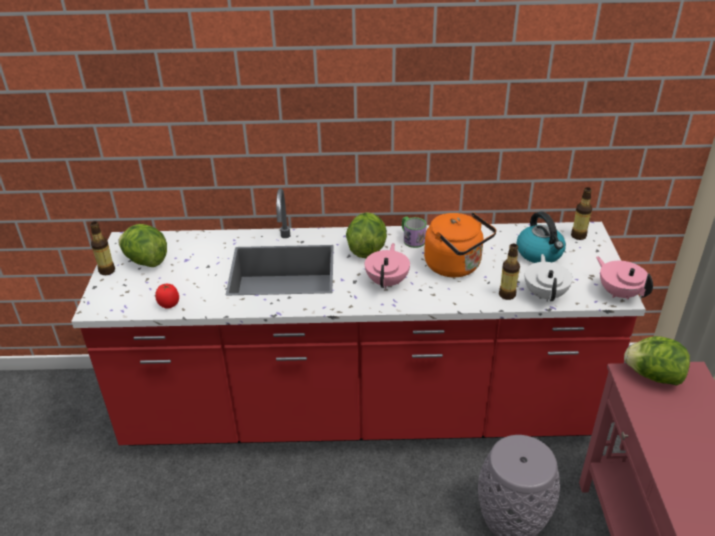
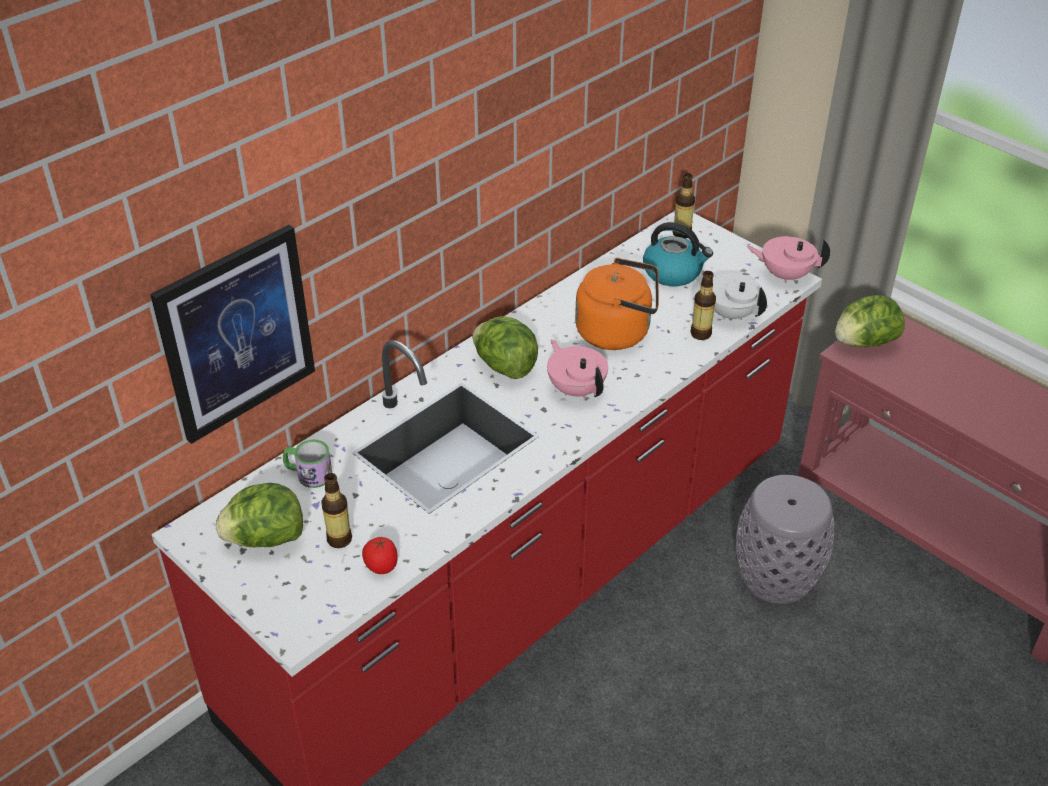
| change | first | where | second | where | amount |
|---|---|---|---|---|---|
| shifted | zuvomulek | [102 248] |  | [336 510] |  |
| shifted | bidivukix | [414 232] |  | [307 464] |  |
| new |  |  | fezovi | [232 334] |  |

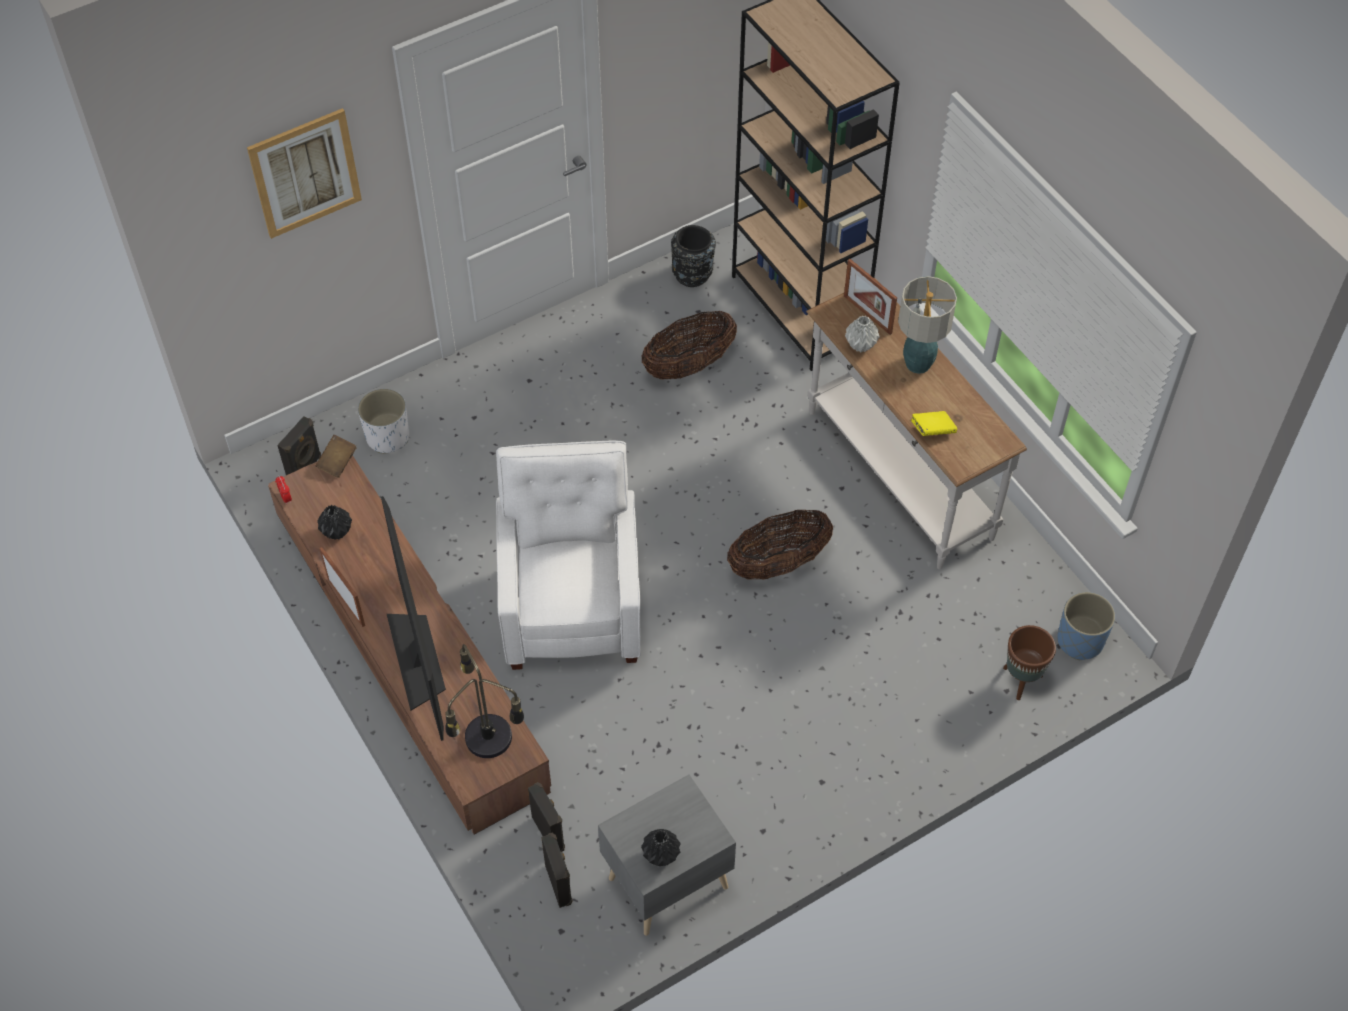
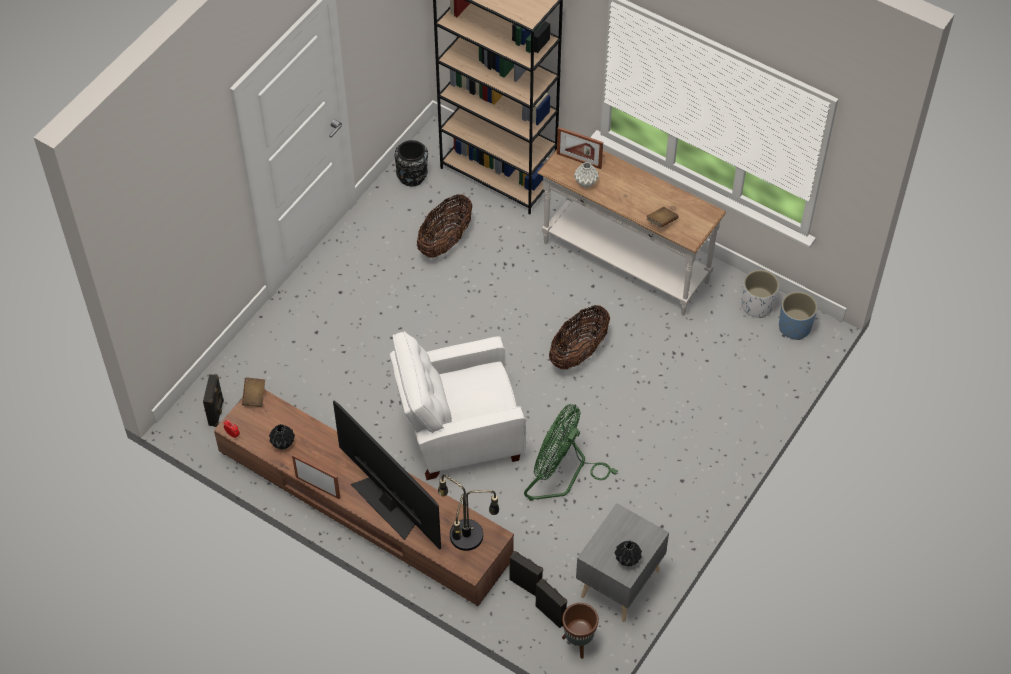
| change | first | where | second | where | amount |
|---|---|---|---|---|---|
| gone | fezovi | [304 173] |  |  |  |
| shifted | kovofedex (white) | [383 421] |  | [760 294] |  |
| rotated | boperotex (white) | [568 555] |  | [458 405] | 75 degrees counterclockwise |
| gone | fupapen | [927 325] |  |  |  |
| repainted | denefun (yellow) | [934 423] | denefun (brown) | [663 217] |  |
| shifted | kovofedex (brown) | [1029 662] |  | [580 631] |  |
| new |  |  | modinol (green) | [571 452] |  |

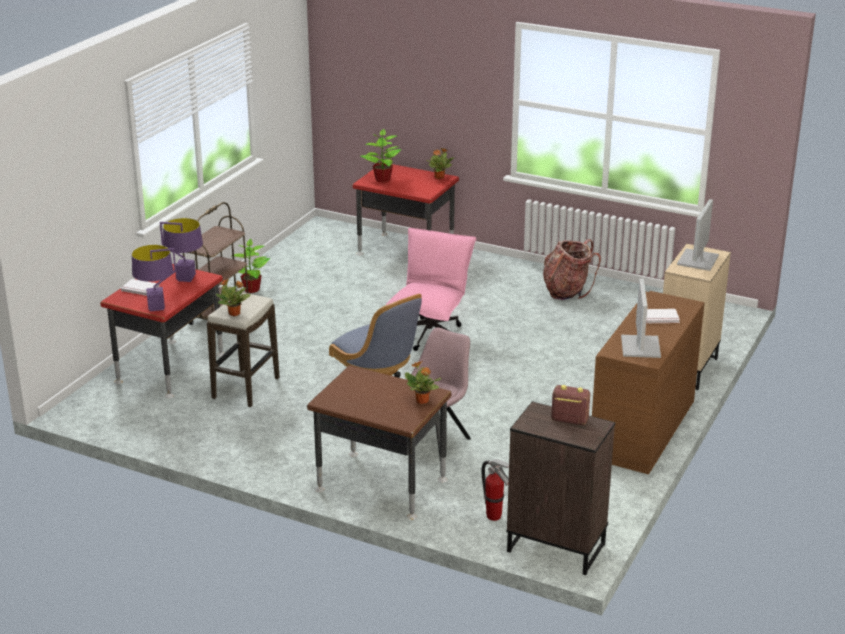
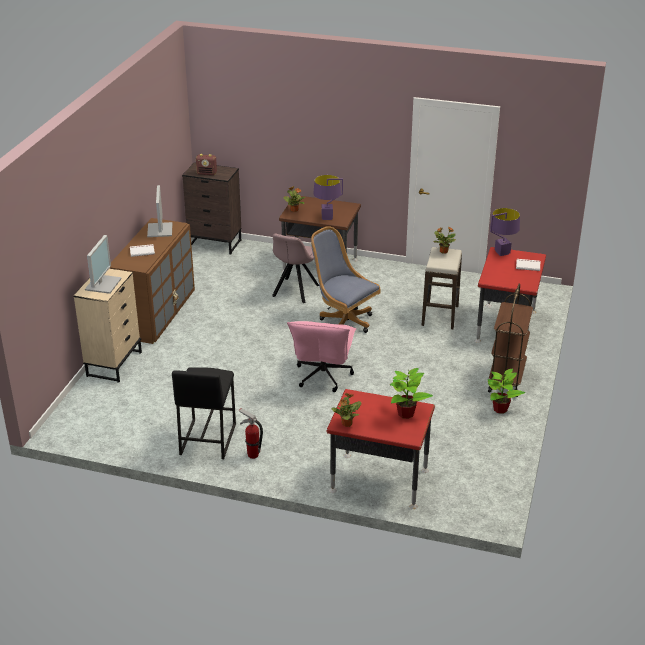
| change | first | where | second | where | amount |
|---|---|---|---|---|---|
| shifted | fupapen (purple) | [181 250] |  | [328 197] |  |
| shifted | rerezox | [495 490] |  | [250 433] |  |
| swapped | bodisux | [572 269] | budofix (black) | [204 413] |  |

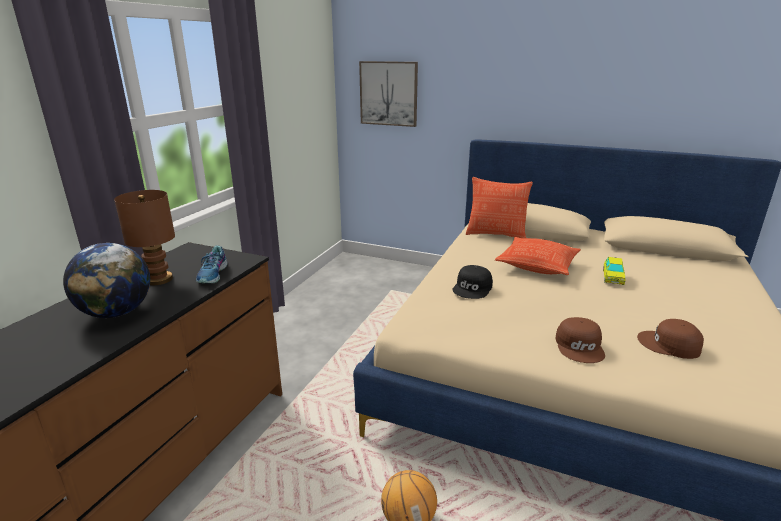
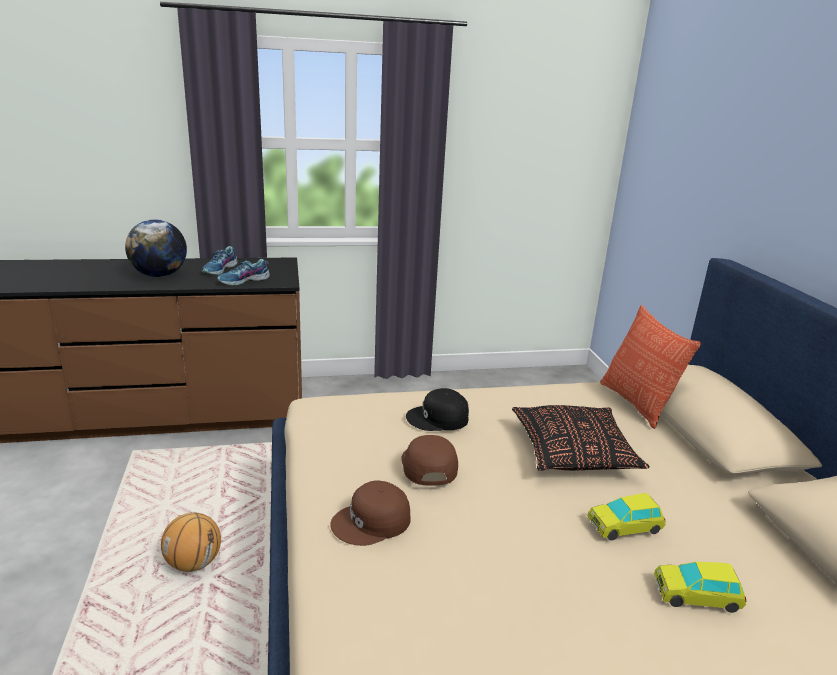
| change | first | where | second | where | amount |
|---|---|---|---|---|---|
| swapped | fupapen (brown) | [144 237] | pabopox | [220 260] |  |
| gone | fezovi | [388 94] |  |  |  |
| repainted | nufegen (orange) | [538 256] | nufegen (black) | [581 438] |  |
| shifted | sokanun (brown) | [670 339] |  | [429 460] |  |
| new |  |  | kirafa | [700 587] |  |

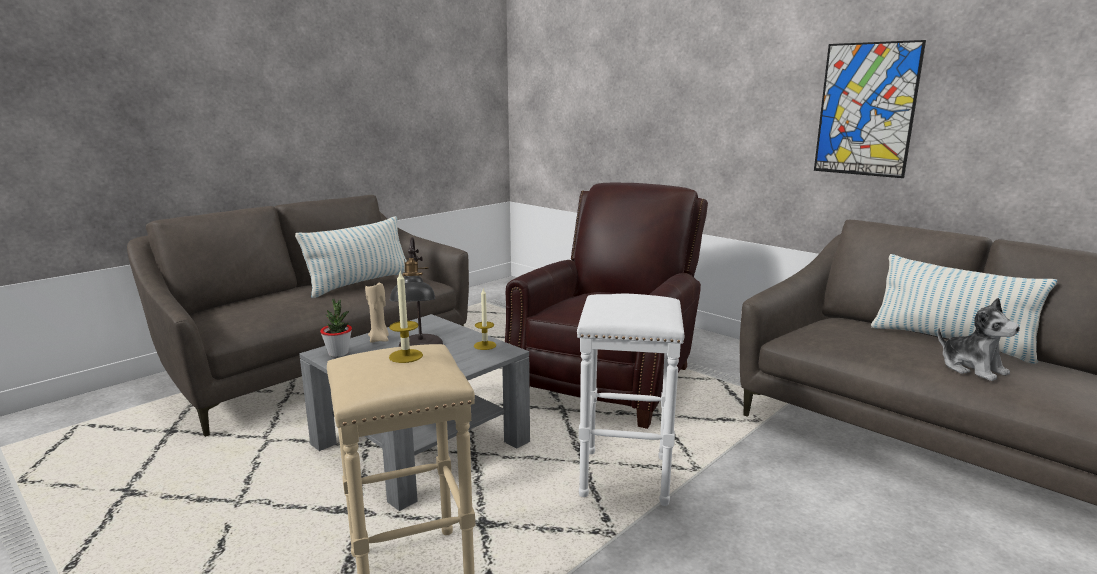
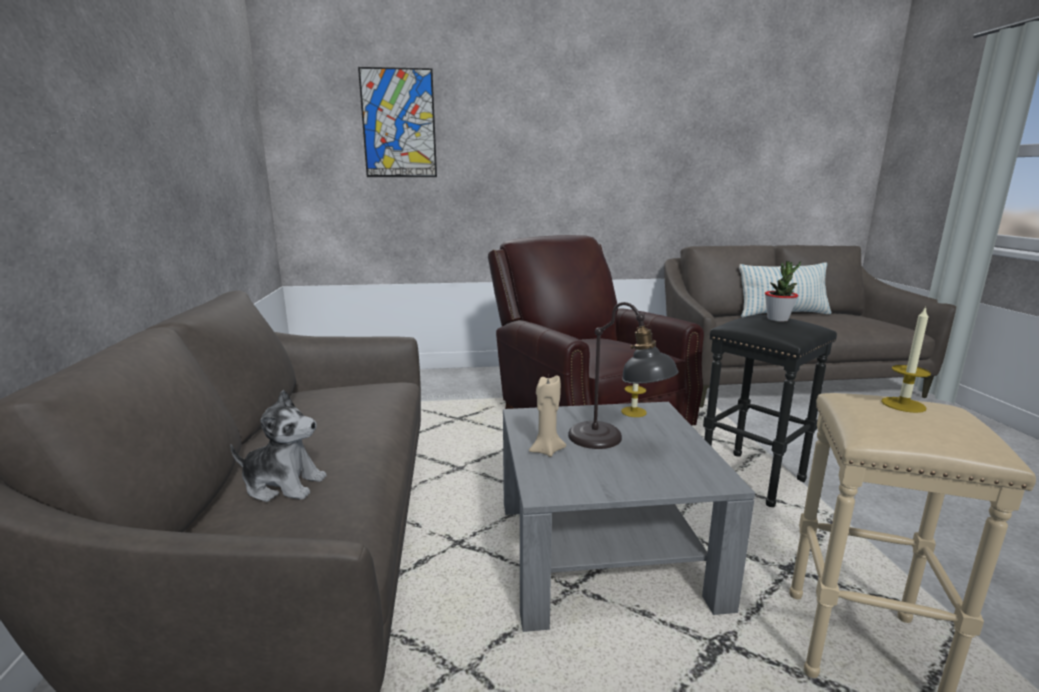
| change | first | where | second | where | amount |
|---|---|---|---|---|---|
| gone | nufegen | [351 257] |  |  |  |
| shifted | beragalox | [336 328] |  | [783 291] |  |
| repainted | budofix (white) | [631 400] | budofix (black) | [770 411] |  |
| shifted | fezovi | [870 109] |  | [397 122] |  |
| shifted | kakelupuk | [979 339] |  | [278 446] |  |

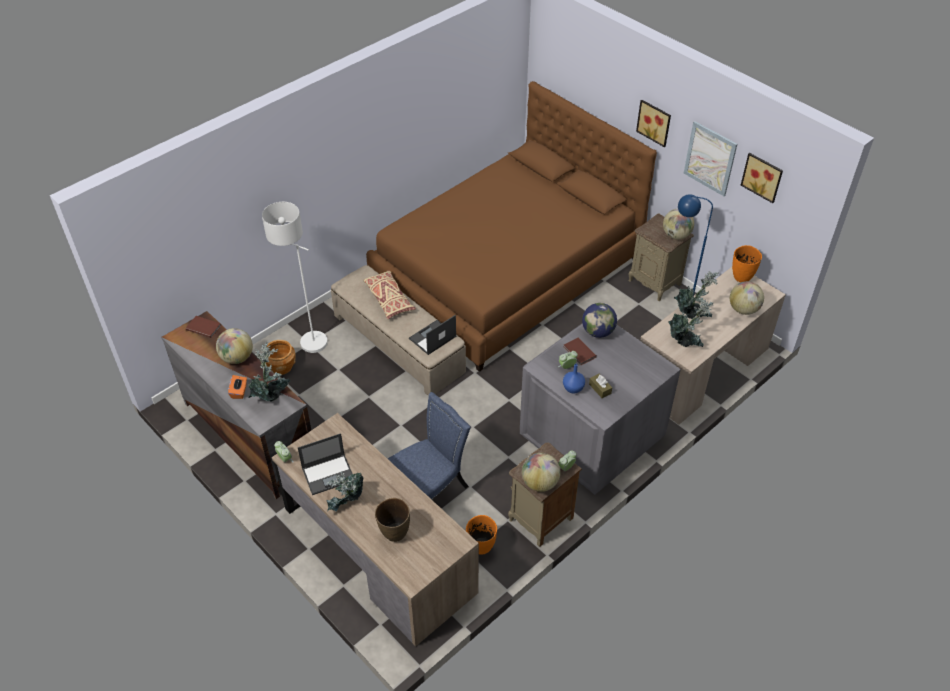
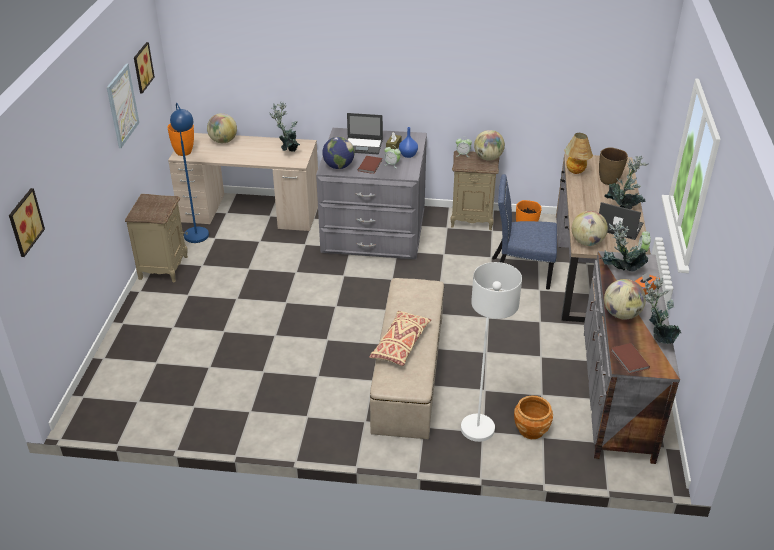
| change | first | where | second | where | amount |
|---|---|---|---|---|---|
| gone | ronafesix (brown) | [511 226] |  |  |  |
| shifted | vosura | [432 335] |  | [365 134] |  |
| shifted | fezovi | [653 123] |  | [27 222] |  |
| shifted | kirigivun | [678 224] |  | [590 228] |  |
| shifted | beragalox | [696 295] |  | [662 310] |  |
| new |  |  | fupapen | [579 153] |  |

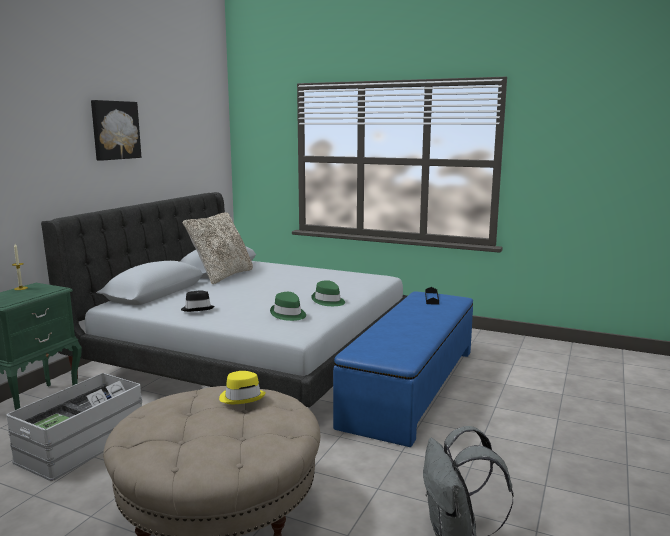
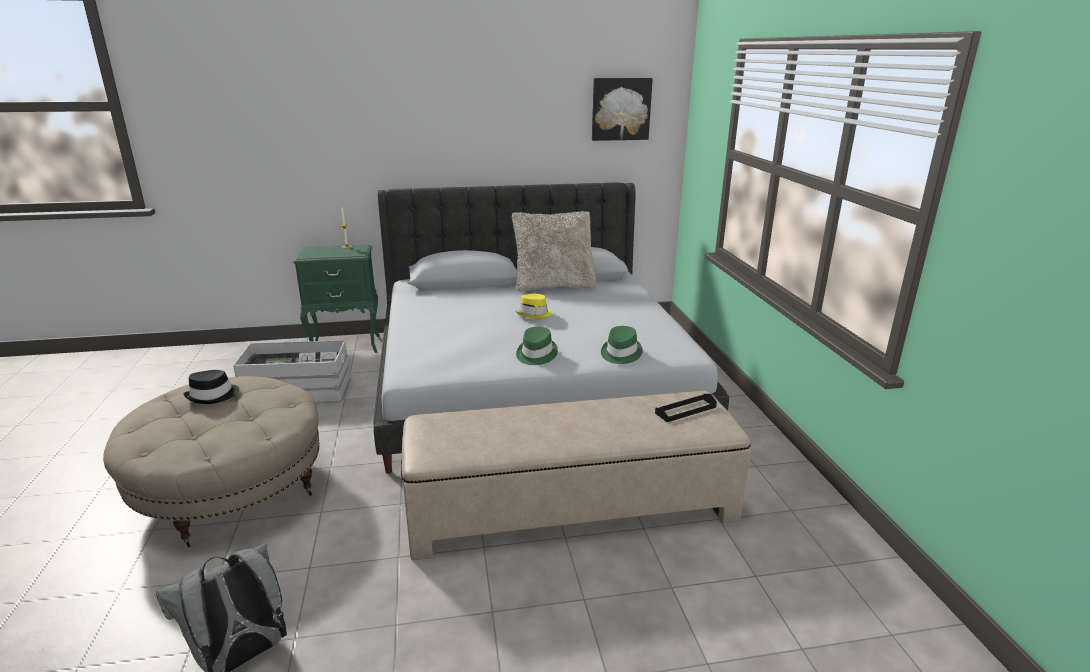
| change | first | where | second | where | amount |
|---|---|---|---|---|---|
| shifted | fezovi | [116 130] |  | [622 109] |  |
| shifted | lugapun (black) | [198 301] |  | [211 387] |  |
| shifted | lugapun (yellow) | [242 387] |  | [533 306] |  |
| shifted | lugapun (green) | [288 306] |  | [622 345] |  |
| repainted | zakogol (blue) | [403 369] | zakogol (beige) | [576 475] |  |

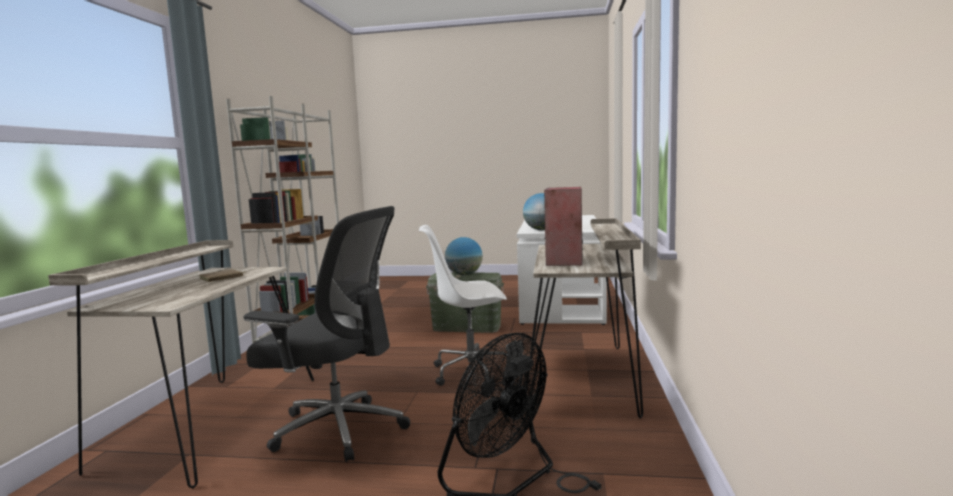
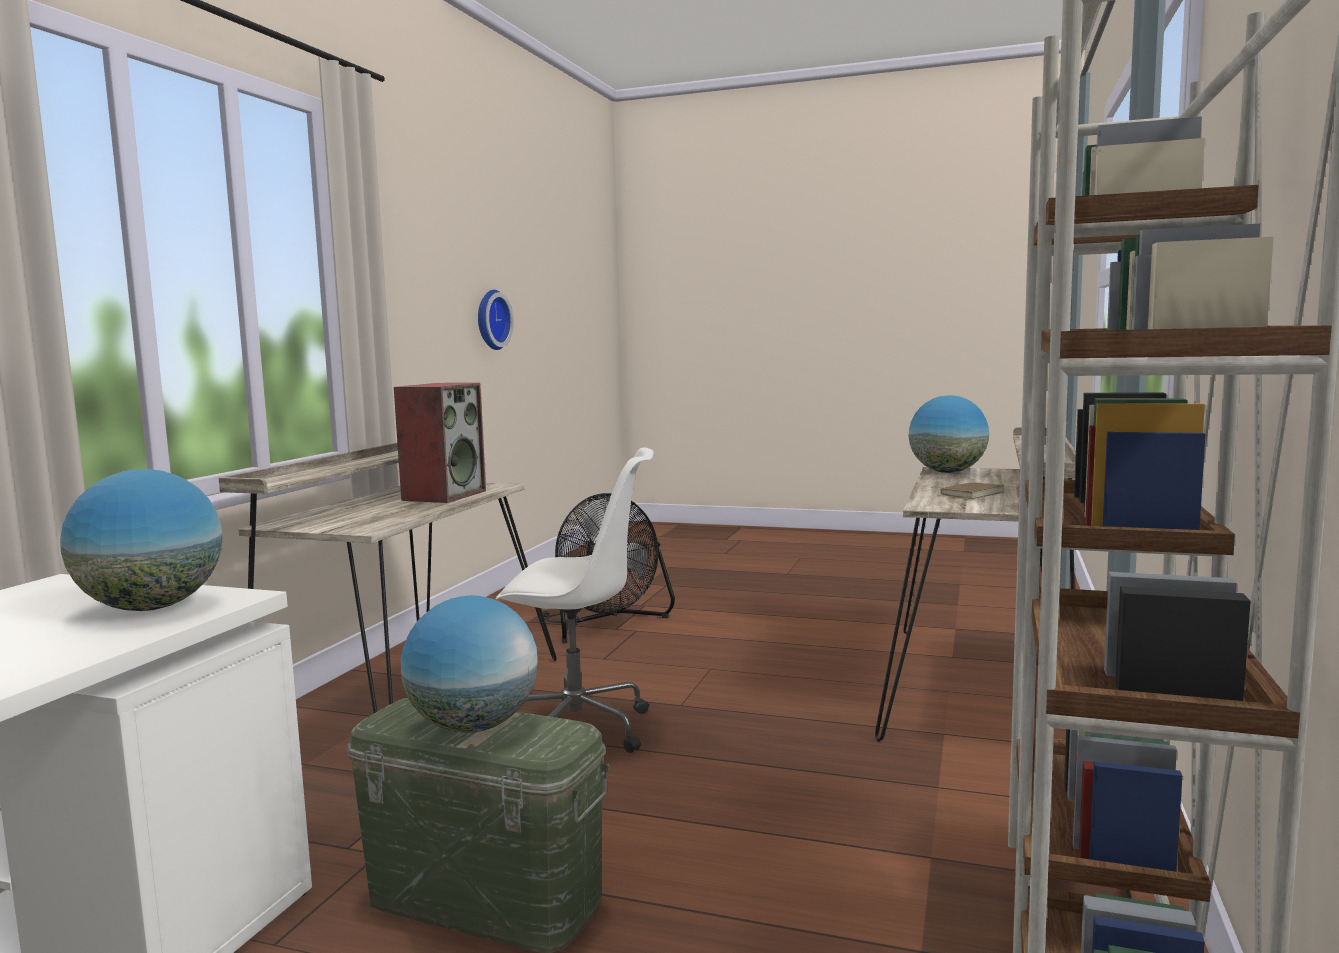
| change | first | where | second | where | amount |
|---|---|---|---|---|---|
| gone | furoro | [326 334] |  |  |  |
| new |  |  | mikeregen | [495 320] |  |
| new |  |  | kirigivun | [949 434] |  |

